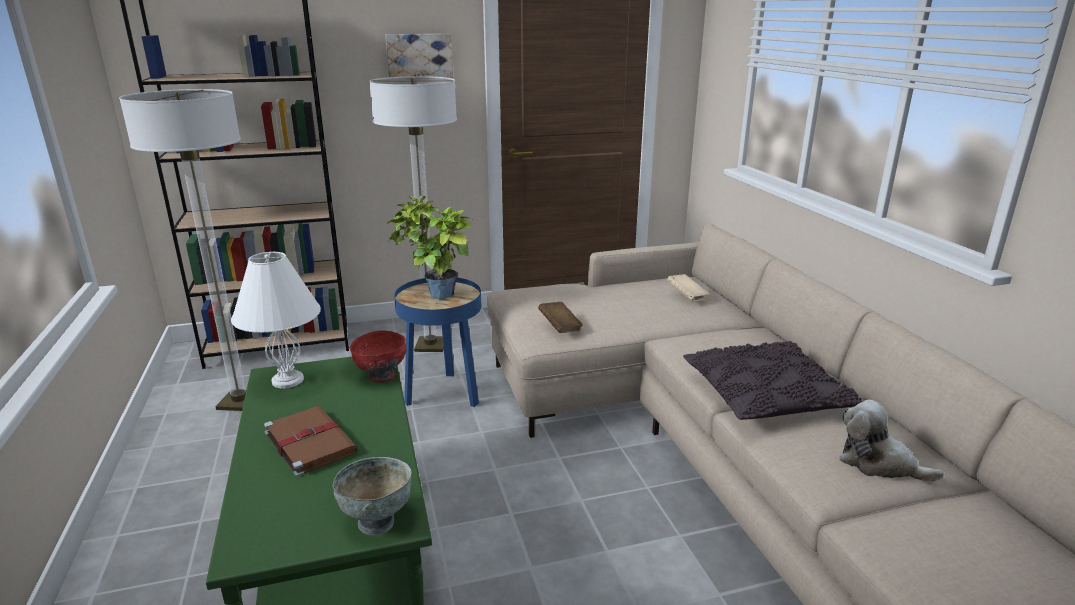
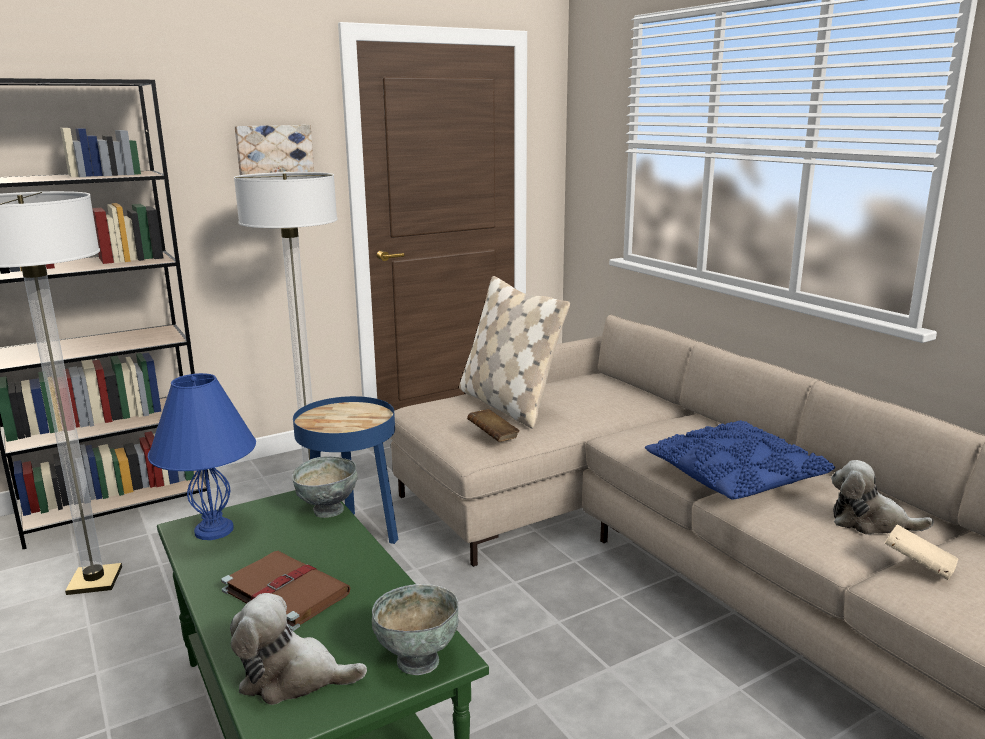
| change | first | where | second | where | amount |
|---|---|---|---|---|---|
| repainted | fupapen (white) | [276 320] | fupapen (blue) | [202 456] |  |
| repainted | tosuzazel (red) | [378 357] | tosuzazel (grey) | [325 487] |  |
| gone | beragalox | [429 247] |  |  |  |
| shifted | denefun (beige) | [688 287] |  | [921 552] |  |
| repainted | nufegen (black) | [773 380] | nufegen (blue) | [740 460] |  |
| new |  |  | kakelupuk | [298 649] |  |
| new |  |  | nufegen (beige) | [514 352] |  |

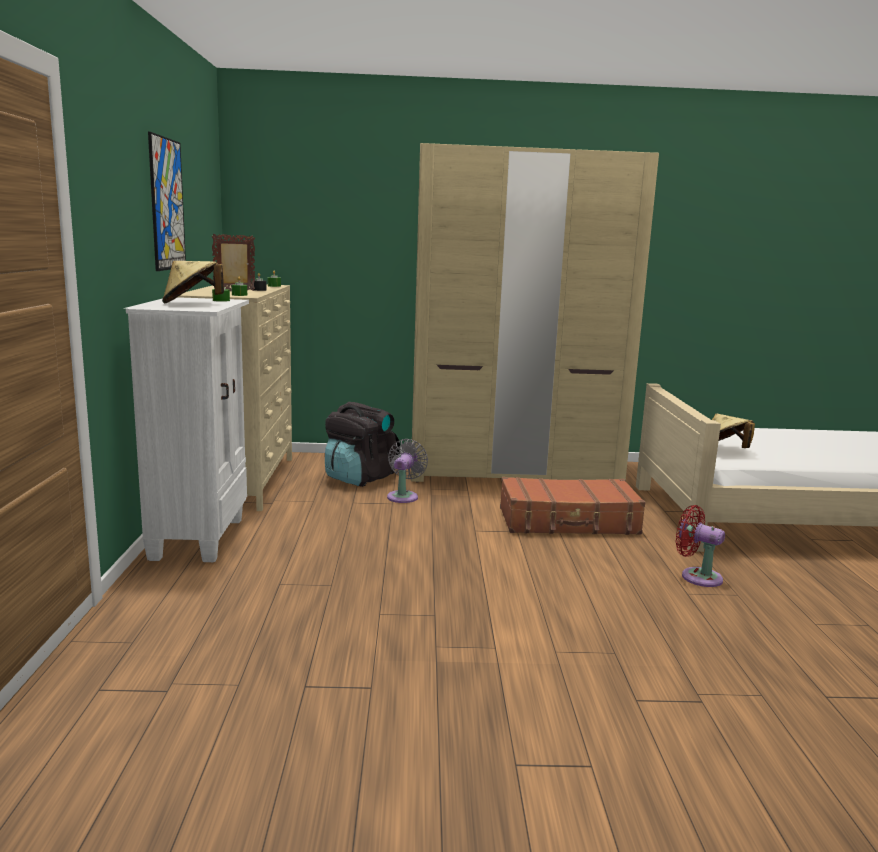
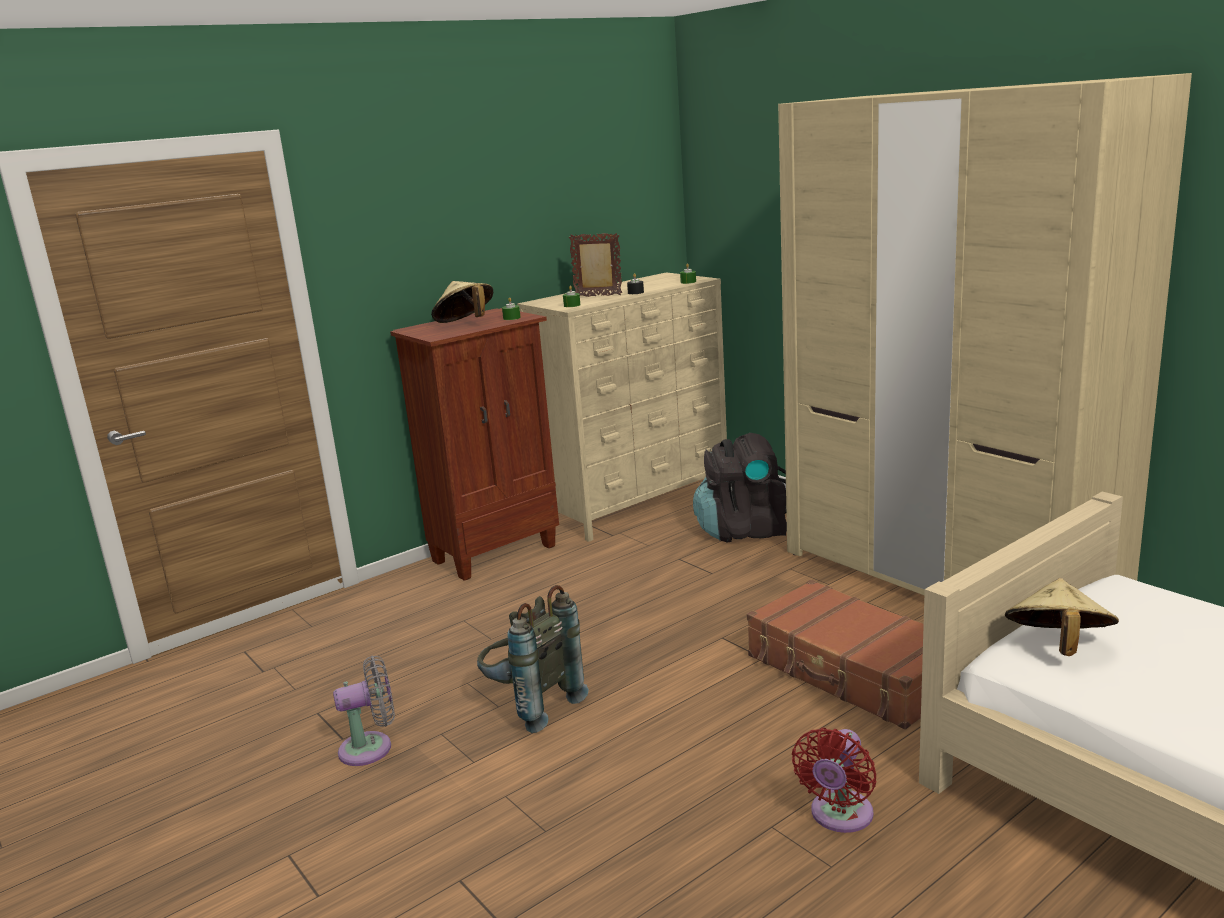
| change | first | where | second | where | amount |
|---|---|---|---|---|---|
| repainted | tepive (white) | [187 429] | tepive (brown) | [474 444] |  |
| gone | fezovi | [167 201] |  |  |  |
| shifted | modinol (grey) | [407 471] |  | [364 710] |  |
| rotated | modinol (red) | [700 546] |  | [834 780] | 150 degrees counterclockwise |
| new |  |  | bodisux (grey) | [533 659] |  |

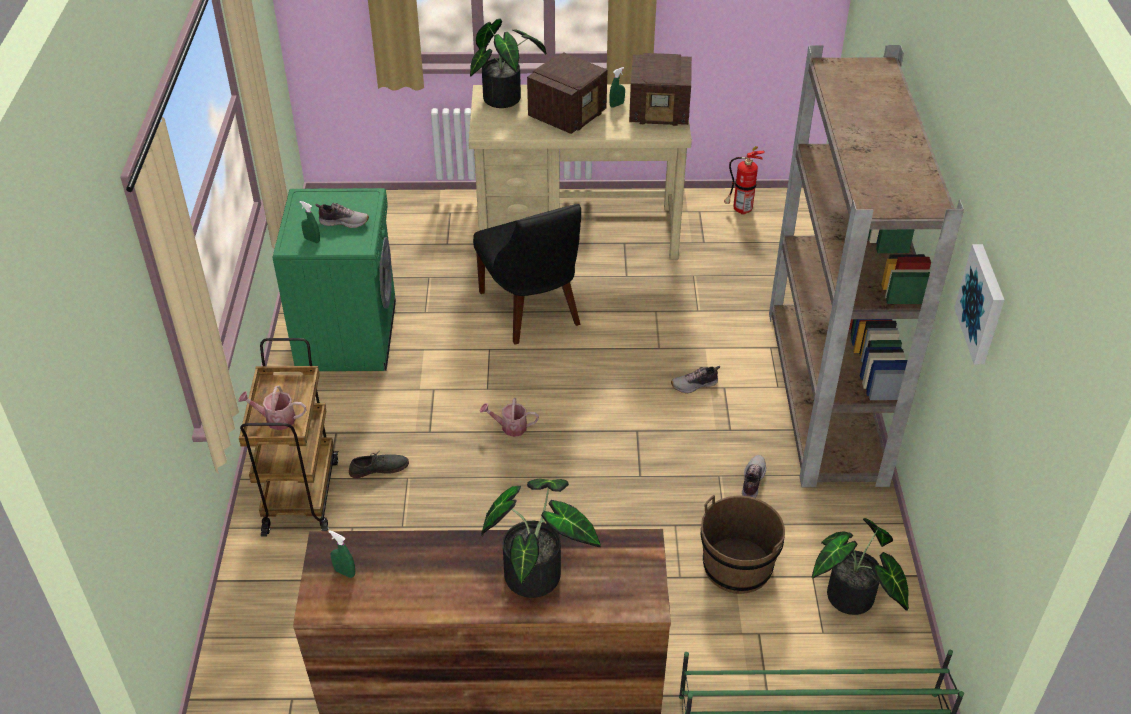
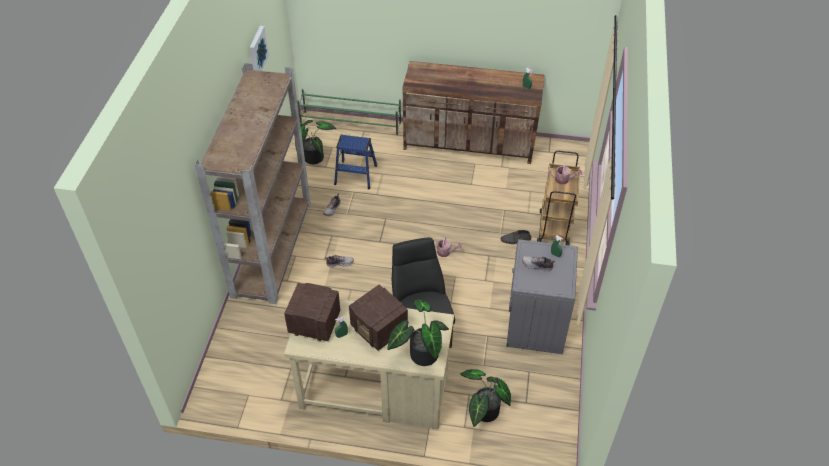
| change | first | where | second | where | amount |
|---|---|---|---|---|---|
| repainted | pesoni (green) | [334 279] | pesoni (grey) | [542 296] |  |
| shifted | beragalox | [541 538] |  | [485 398] |  |
| rotated | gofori | [567 93] |  | [378 318] | 90 degrees counterclockwise |
| swapped | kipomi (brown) | [743 544] | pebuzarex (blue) | [355 162] |  |
| gone | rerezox | [744 180] |  |  |  |

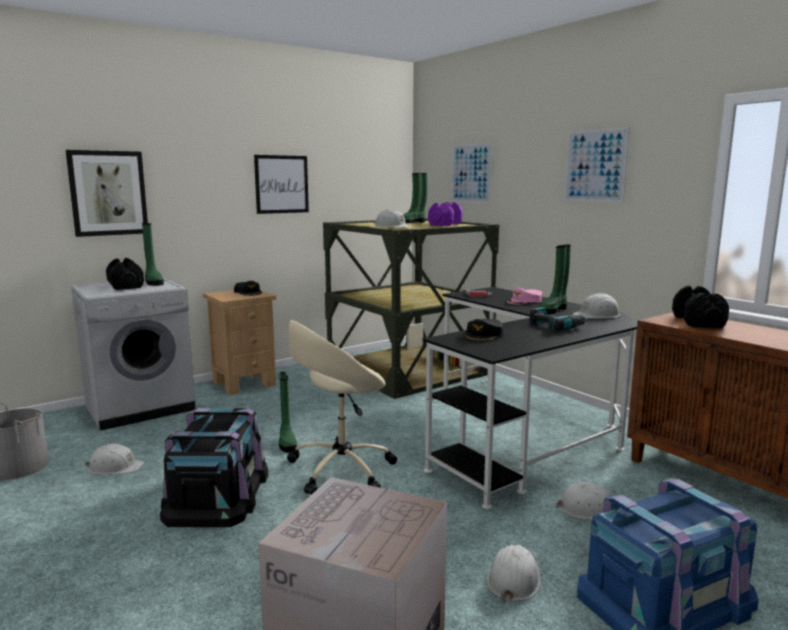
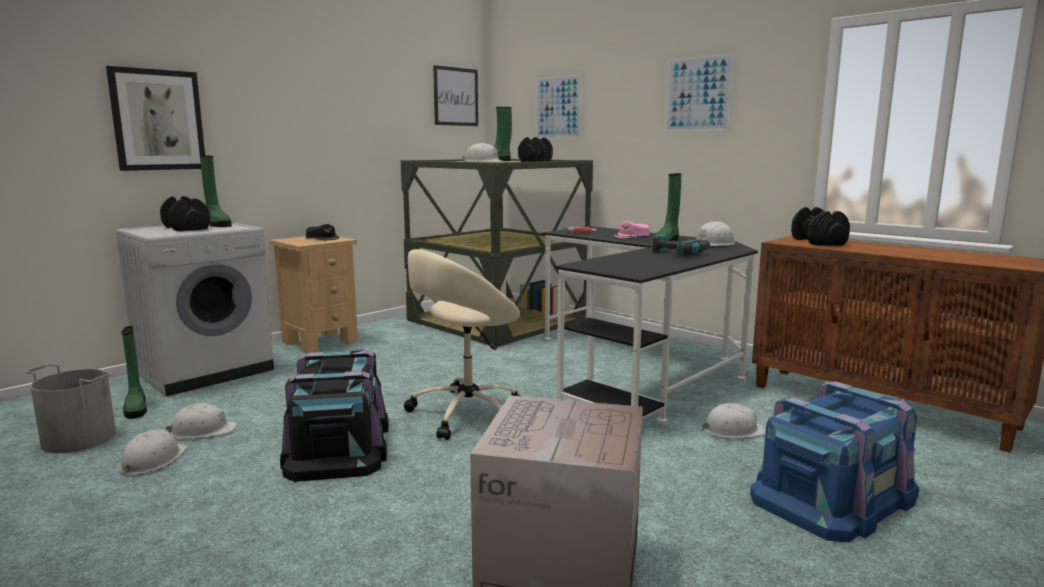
| change | first | where | second | where | amount |
|---|---|---|---|---|---|
| shifted | fezovi | [281 184] |  | [455 95] |  |
| shifted | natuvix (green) | [288 412] |  | [134 372] |  |
| repainted | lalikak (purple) | [445 214] | lalikak (black) | [535 149] |  |
| gone | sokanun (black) | [484 330] |  |  |  |
| shifted | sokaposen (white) | [513 574] |  | [154 453] |  |

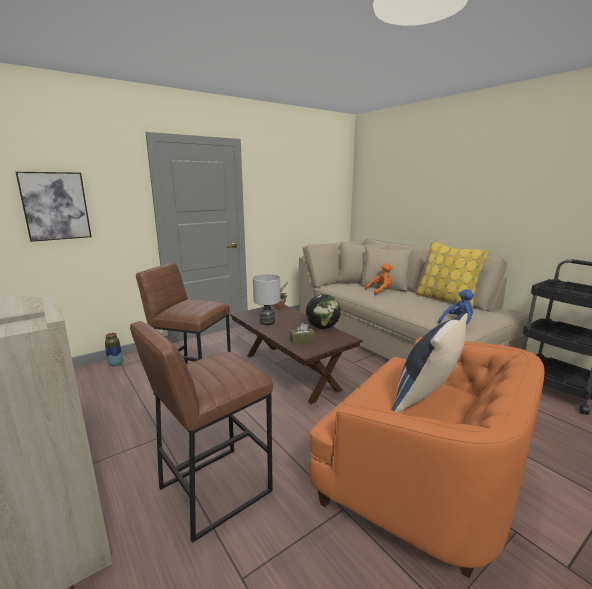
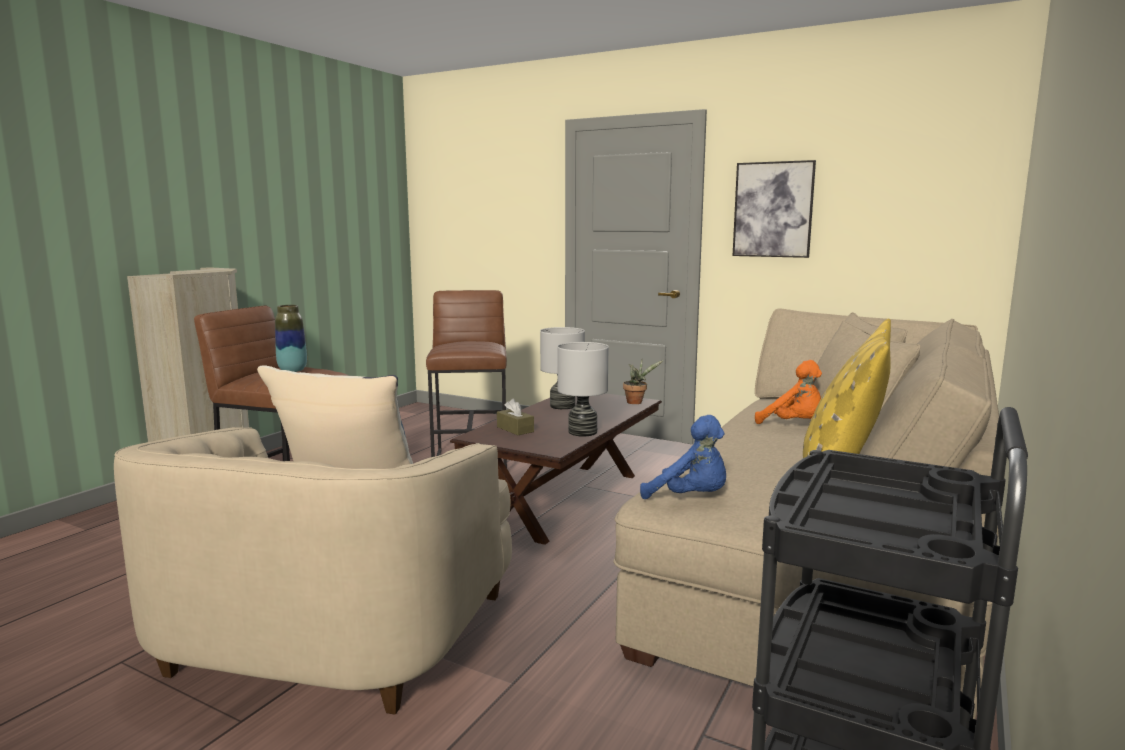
| change | first | where | second | where | amount |
|---|---|---|---|---|---|
| shifted | fezovi | [53 207] |  | [774 209] |  |
| shifted | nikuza | [114 349] |  | [291 338] |  |
| swapped | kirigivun | [323 311] | fupapen (grey) | [582 389] |  |
| repainted | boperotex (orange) | [426 457] | boperotex (beige) | [313 571] |  |

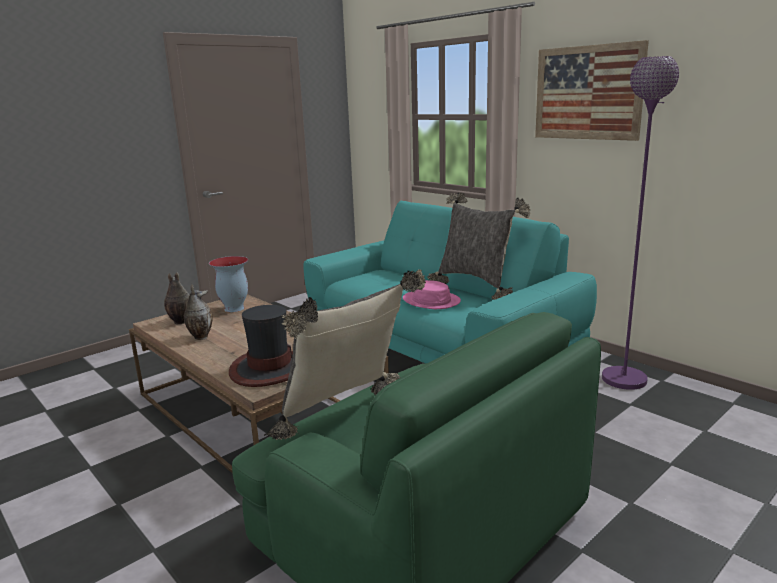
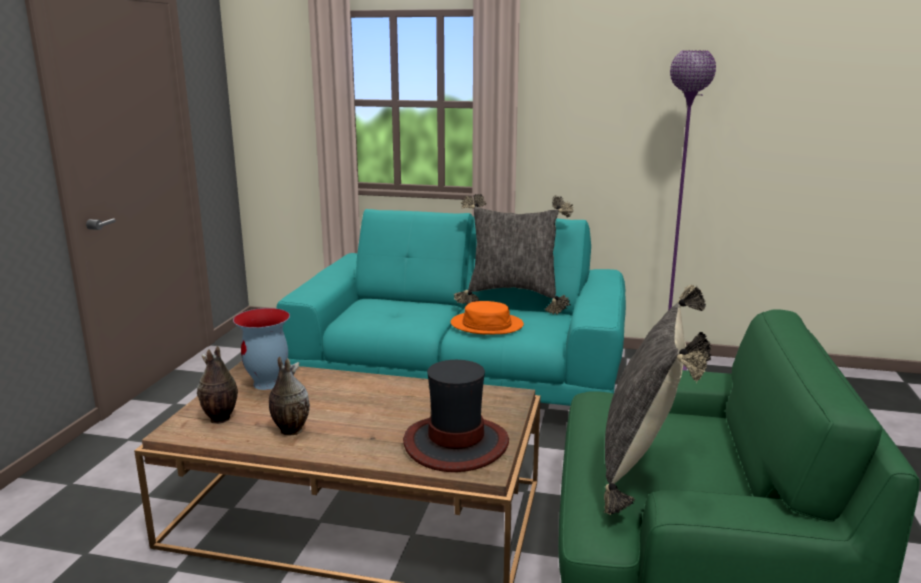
| change | first | where | second | where | amount |
|---|---|---|---|---|---|
| repainted | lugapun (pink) | [432 294] | lugapun (orange) | [487 317] |  |
| gone | fezovi | [592 90] |  |  |  |

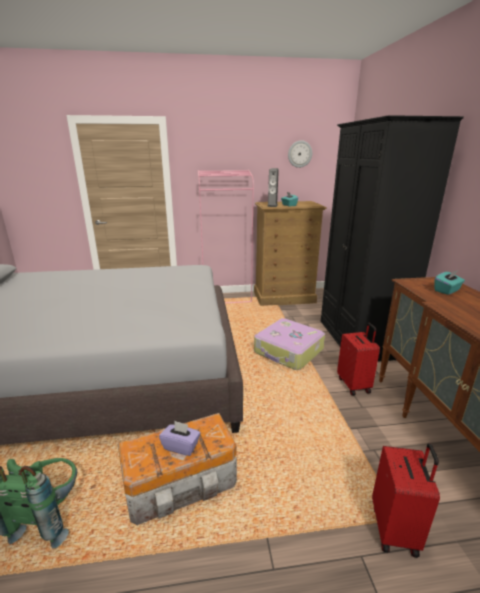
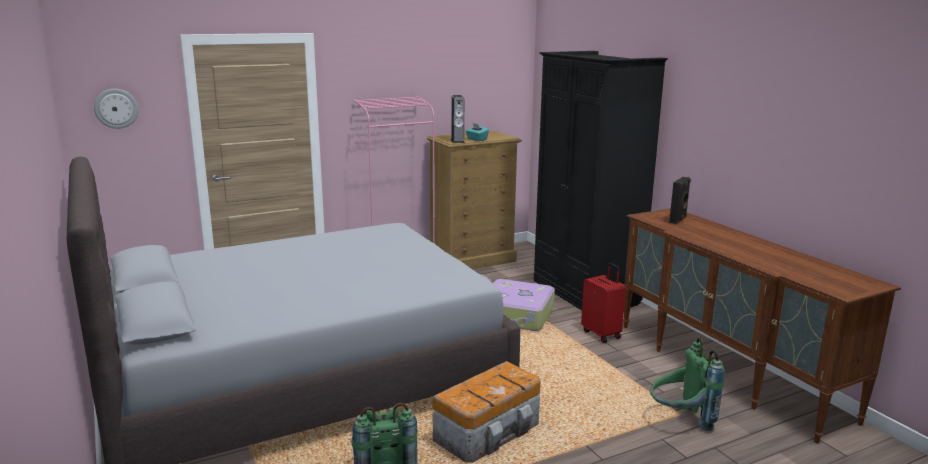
| change | first | where | second | where | amount |
|---|---|---|---|---|---|
| gone | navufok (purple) | [180 438] |  |  |  |
| shifted | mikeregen | [300 154] |  | [116 109] |  |
| swapped | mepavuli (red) | [406 500] | bodisux (green) | [687 384] |  |
| swapped | navufok (turquoise) | [449 282] | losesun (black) | [680 200] |  |

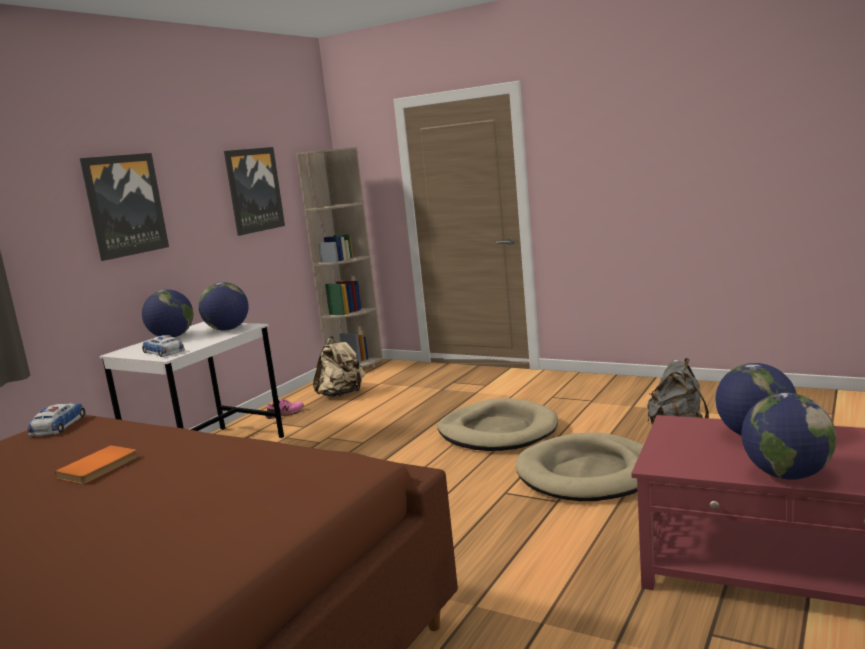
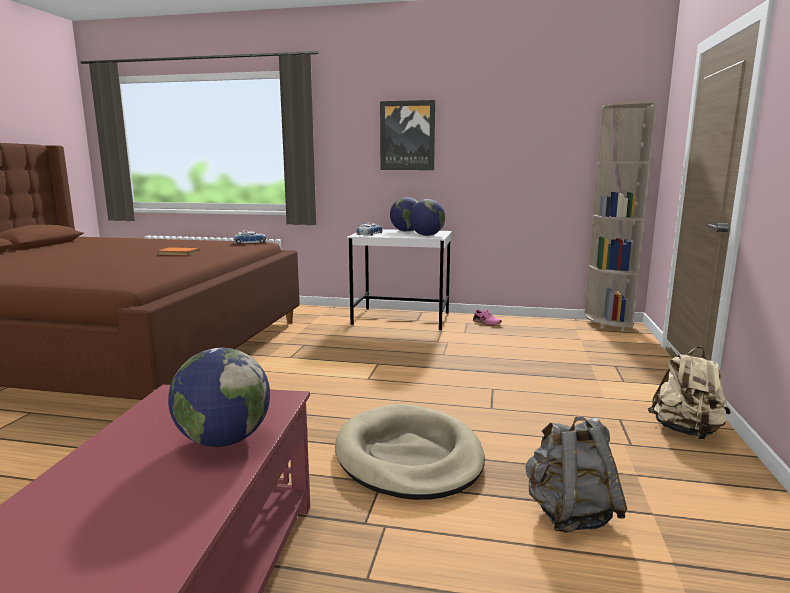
| change | first | where | second | where | amount |
|---|---|---|---|---|---|
| gone | fezovi | [254 191] |  |  |  |
| shifted | bodisux (beige) | [339 366] |  | [689 392] |  |
| gone | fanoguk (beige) | [497 424] |  |  |  |
| gone | kirigivun | [789 436] |  |  |  |

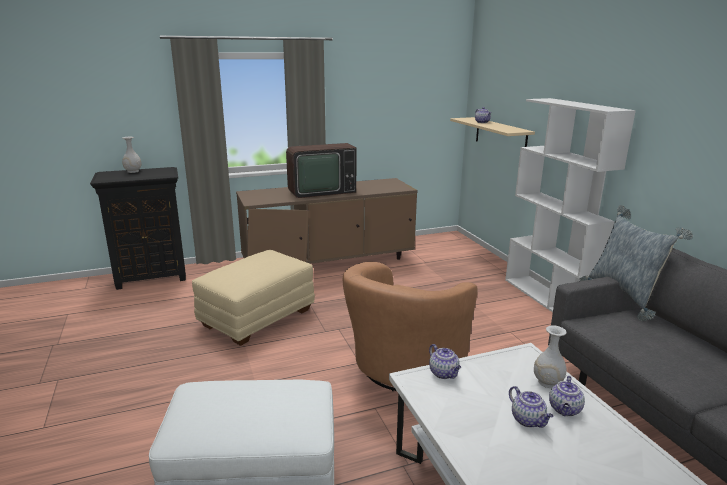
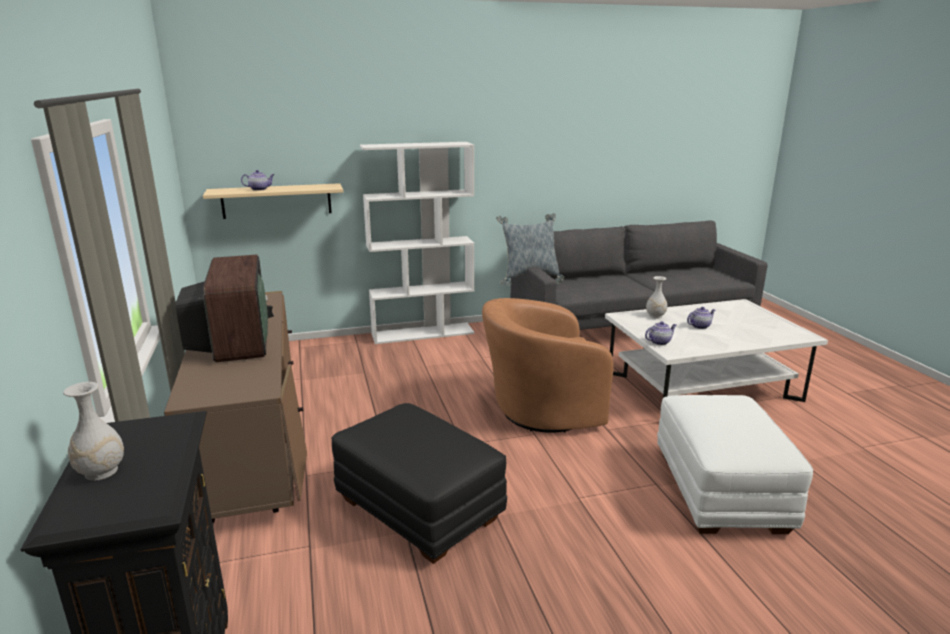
| change | first | where | second | where | amount |
|---|---|---|---|---|---|
| repainted | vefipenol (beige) | [253 298] | vefipenol (black) | [419 483] |  |
| rotated | boperotex (brown) | [410 326] |  | [548 365] | 135 degrees clockwise |
| gone | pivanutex | [567 396] |  |  |  |

